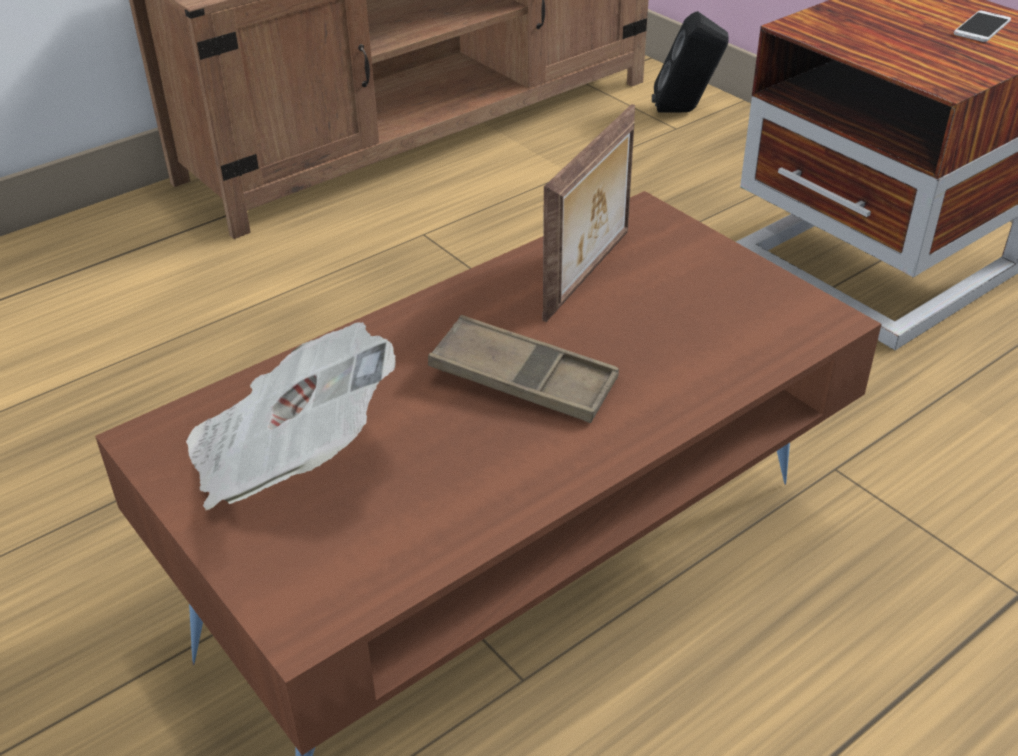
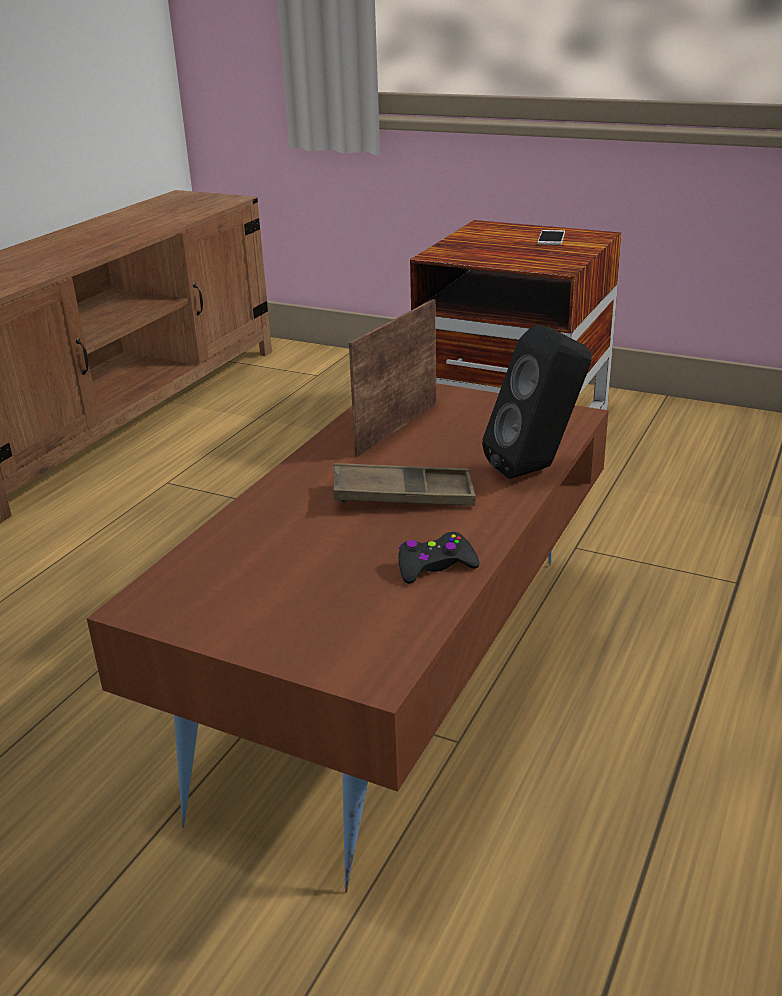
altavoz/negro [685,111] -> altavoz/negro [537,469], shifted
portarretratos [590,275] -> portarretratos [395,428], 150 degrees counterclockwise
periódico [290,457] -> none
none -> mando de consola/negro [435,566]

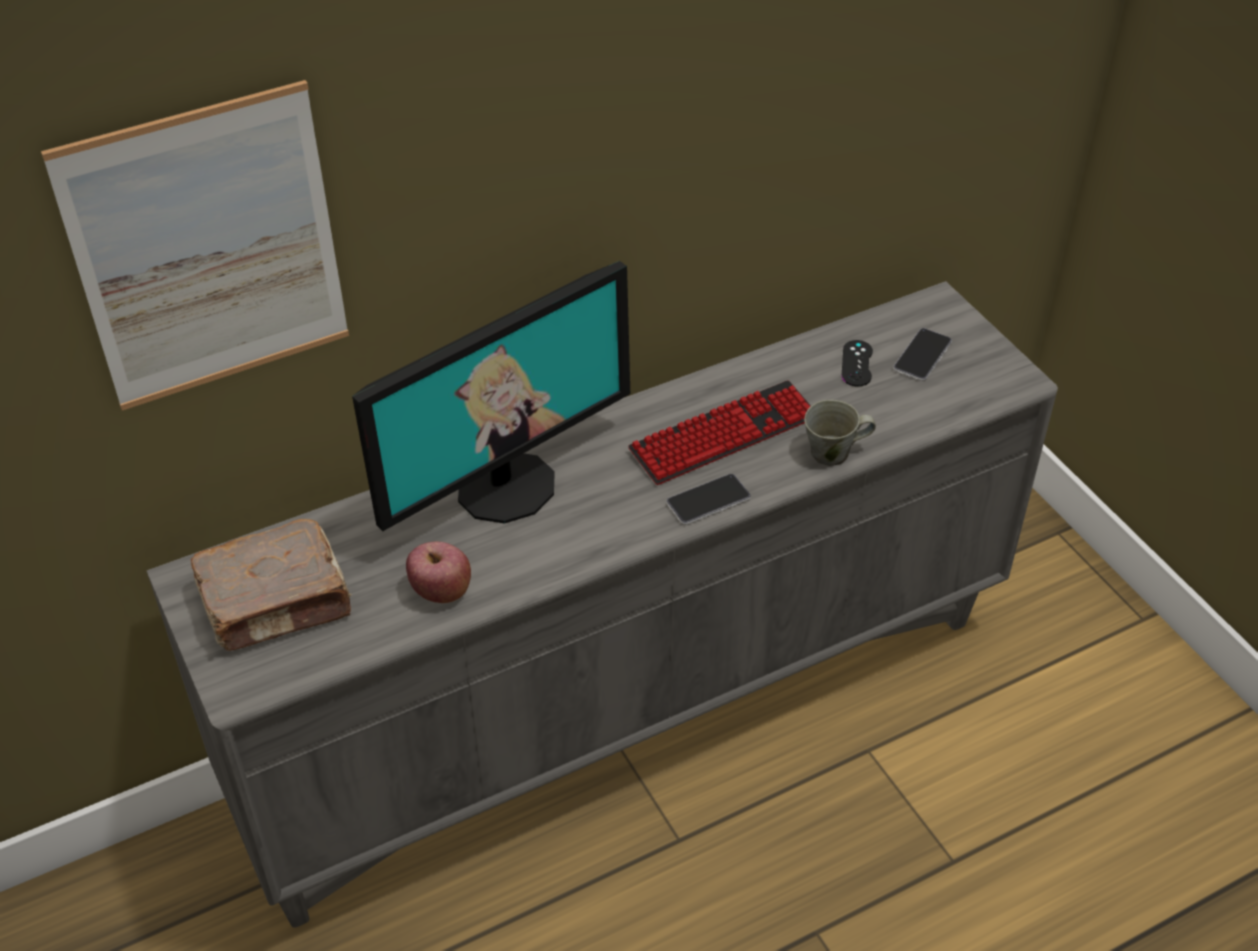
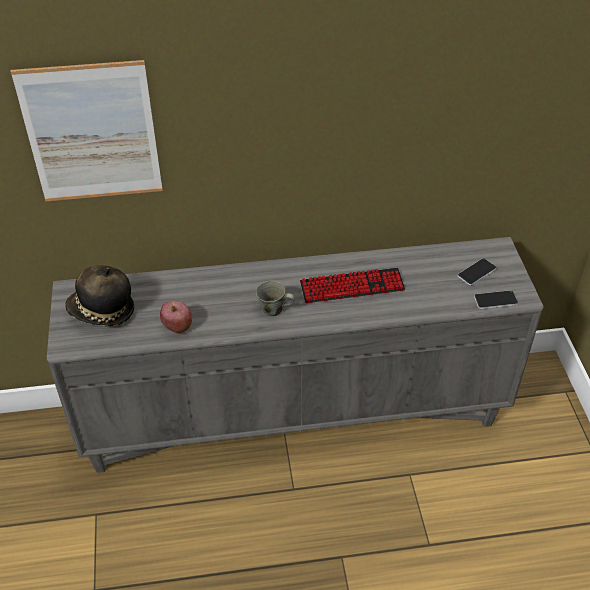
monitor [505,486] -> none
mando de consola/negro [857,363] -> none
taza grande/gris [832,453] -> taza grande/gris [273,309], shifted
móvil [708,501] -> móvil [495,300], shifted
libro/marrón [278,603] -> sombrero [102,311]

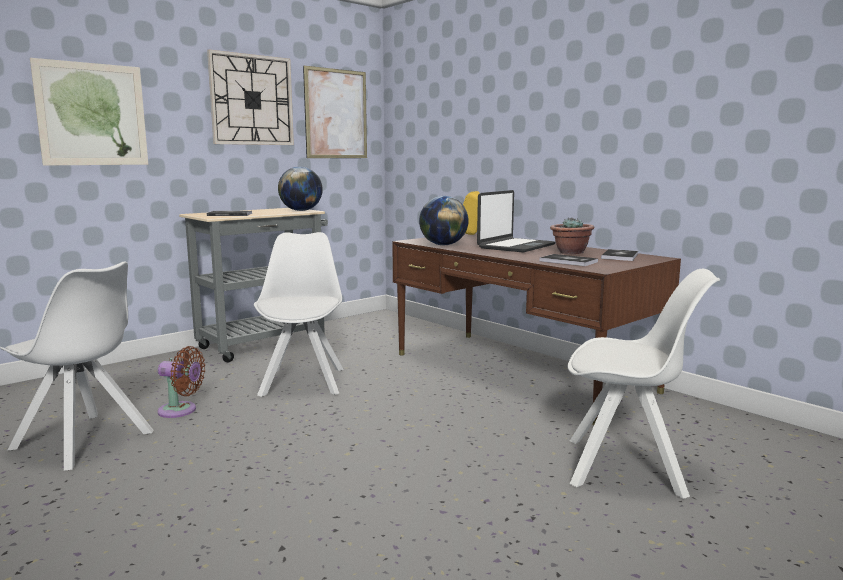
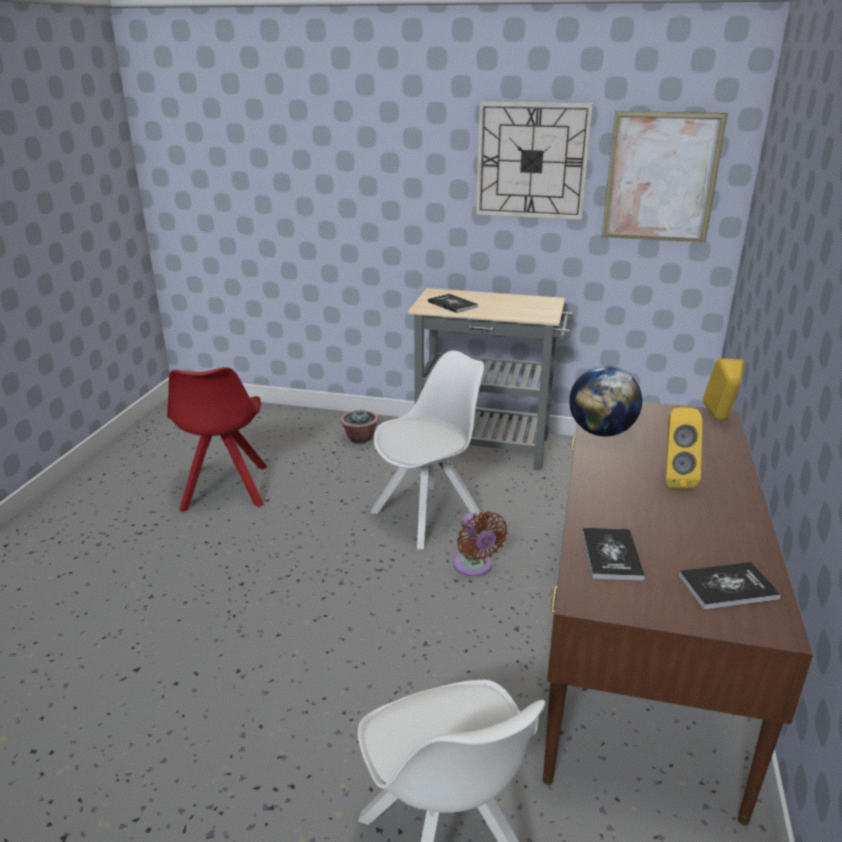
cuadro [92,114] -> none
globo terráqueo [301,210] -> none
portátil [515,246] -> altavoz/amarillo [673,479]
planta en maceta [570,252] -> planta en maceta [360,439], shifted
silla/blanco [84,441] -> silla/rojo [224,489]
ventilador/marrón [181,411] -> ventilador/marrón [474,567], shifted

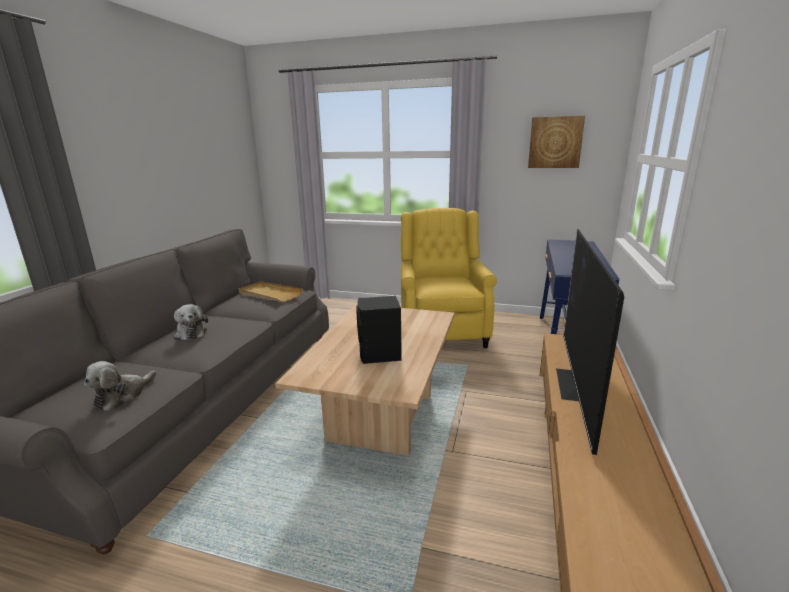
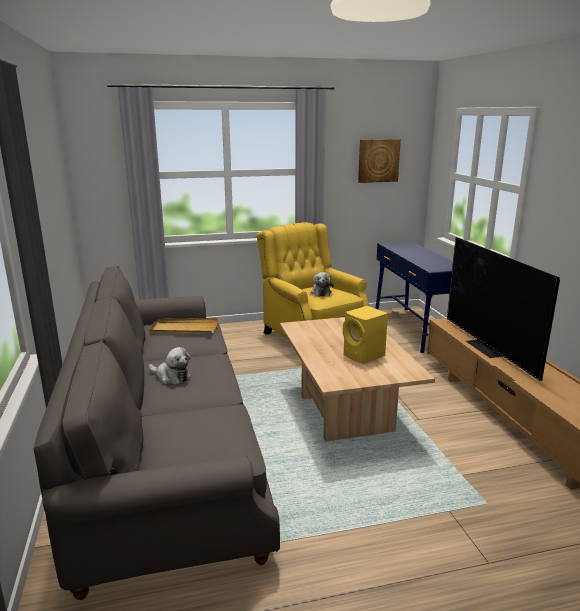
altavoz/negro [380,355] -> altavoz/amarillo [364,356]
peluche [122,396] -> peluche [321,292], shifted

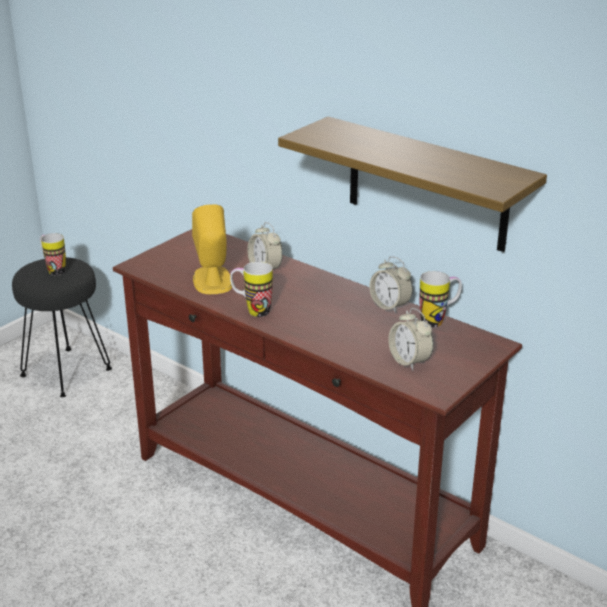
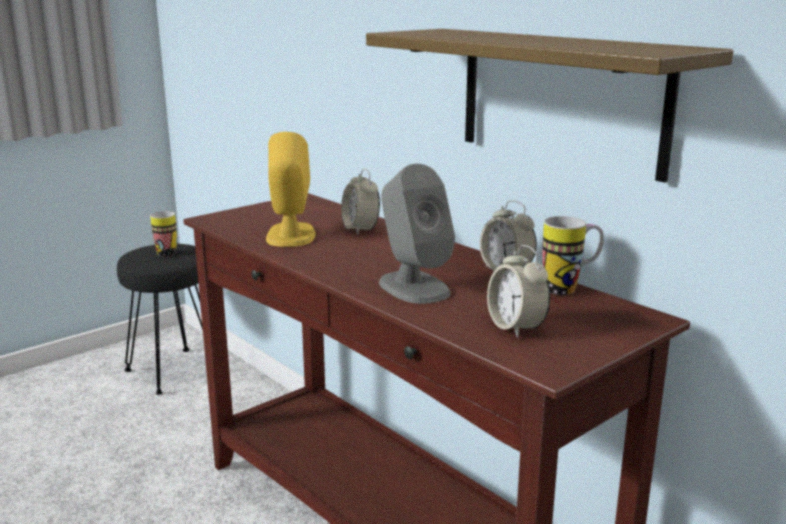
taza grande [252,311] -> none
none -> altavoz/gris [413,287]

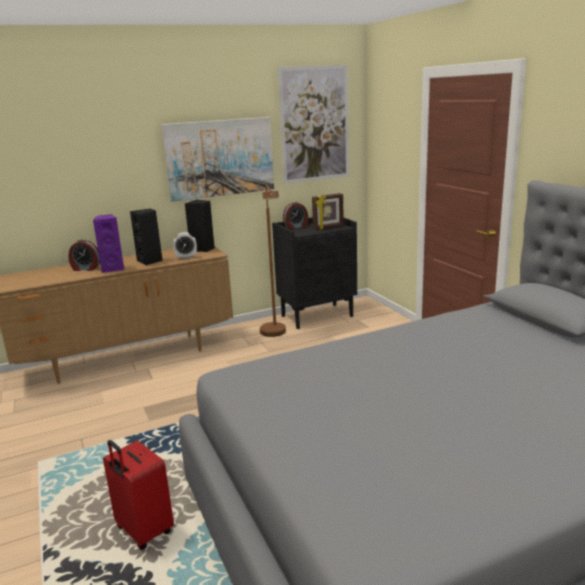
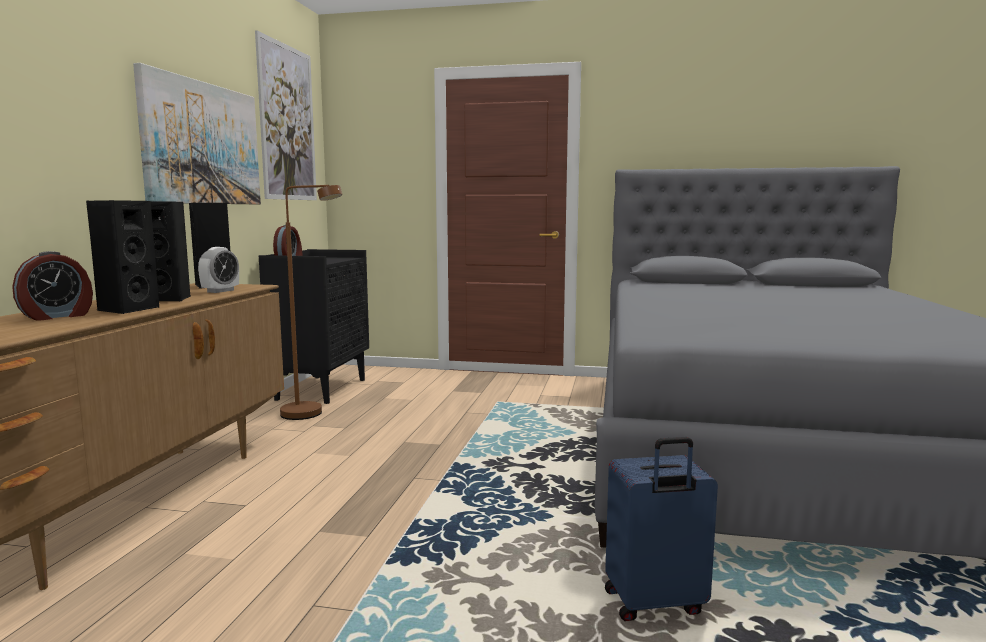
portarretratos [328,227] -> none
altavoz/morado [113,268] -> altavoz/negro [126,309]
maleta/rojo [143,531] -> maleta/azul [654,604]

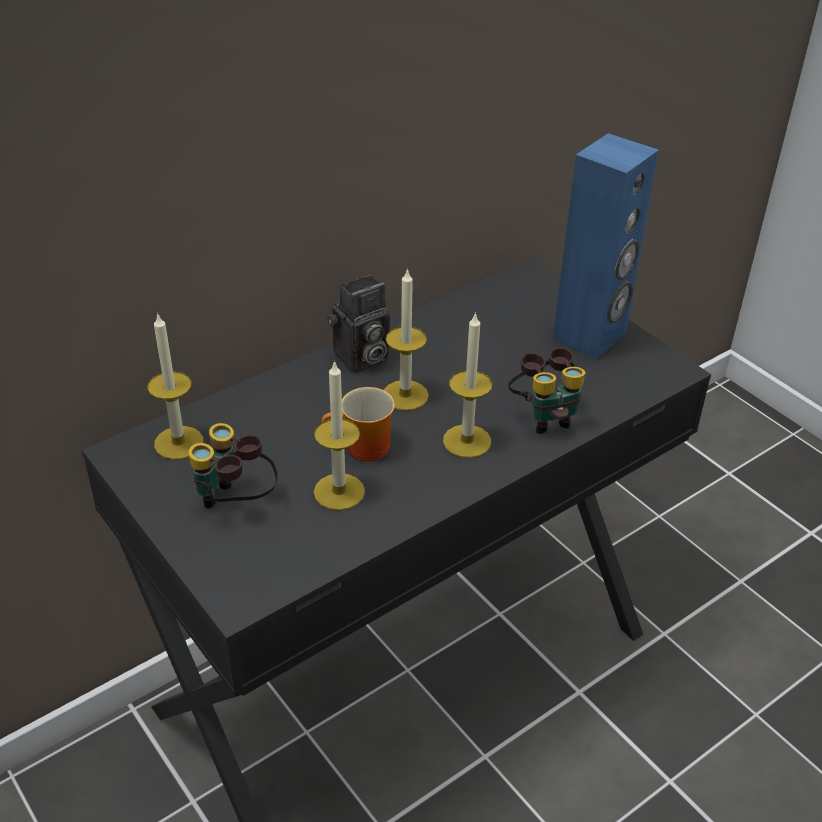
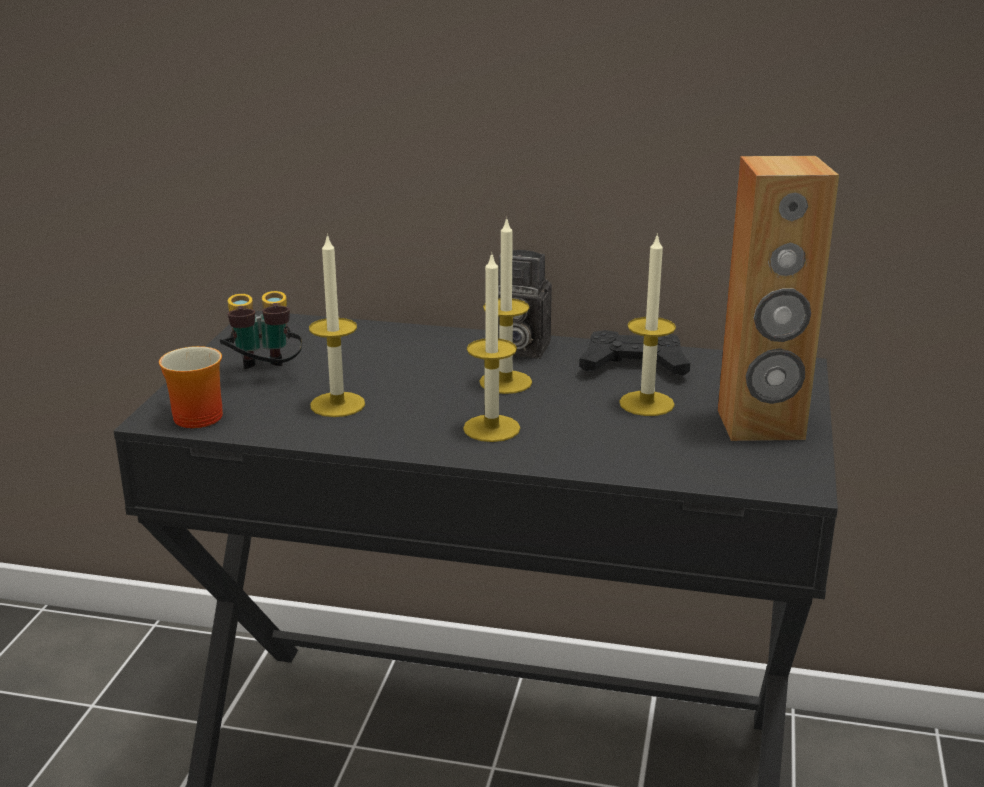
altavoz/azul [590,336] -> altavoz/marrón [760,425]
vela [179,443] -> vela [646,403], shifted
prismáticos [544,416] -> none
taza grande [363,450] -> taza grande [190,417], shifted
none -> mando de consola/negro [633,365]

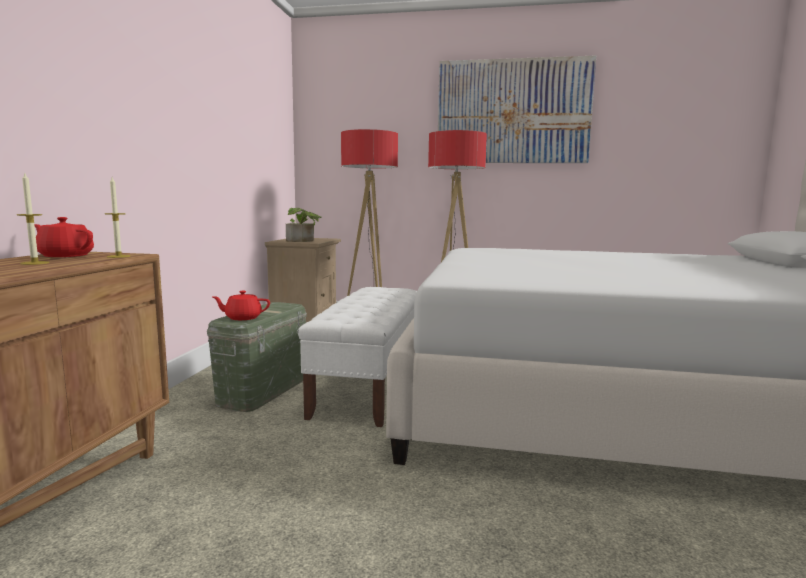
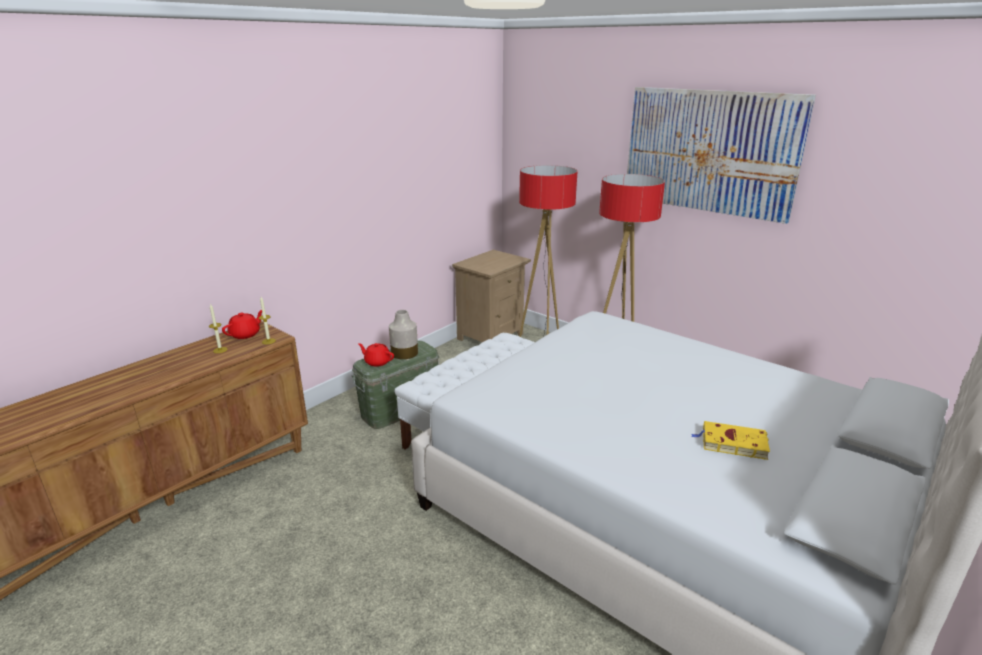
planta en maceta [303,241] -> none
tetera/rojo [65,256] -> tetera/rojo [245,334], 75 degrees clockwise
none -> florero/beis [404,352]
none -> libro/amarillo [731,443]

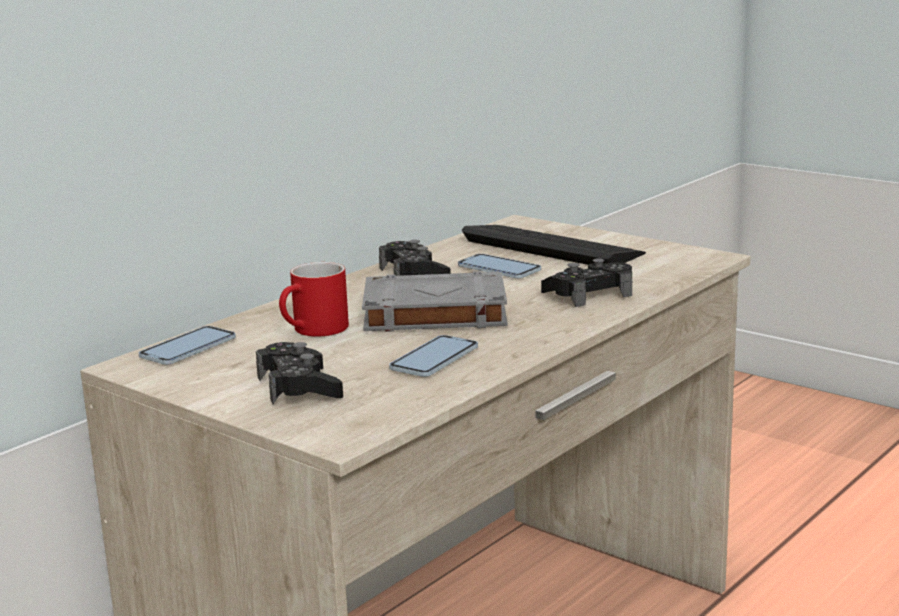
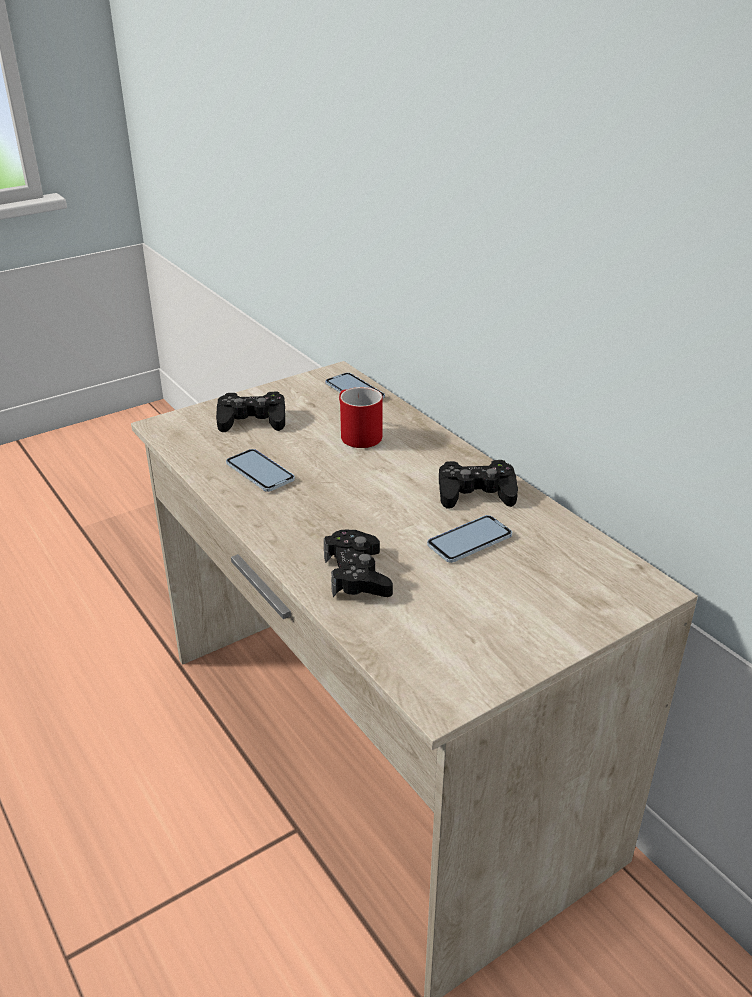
teclado [552,247] -> none
libro/gris [433,313] -> none

